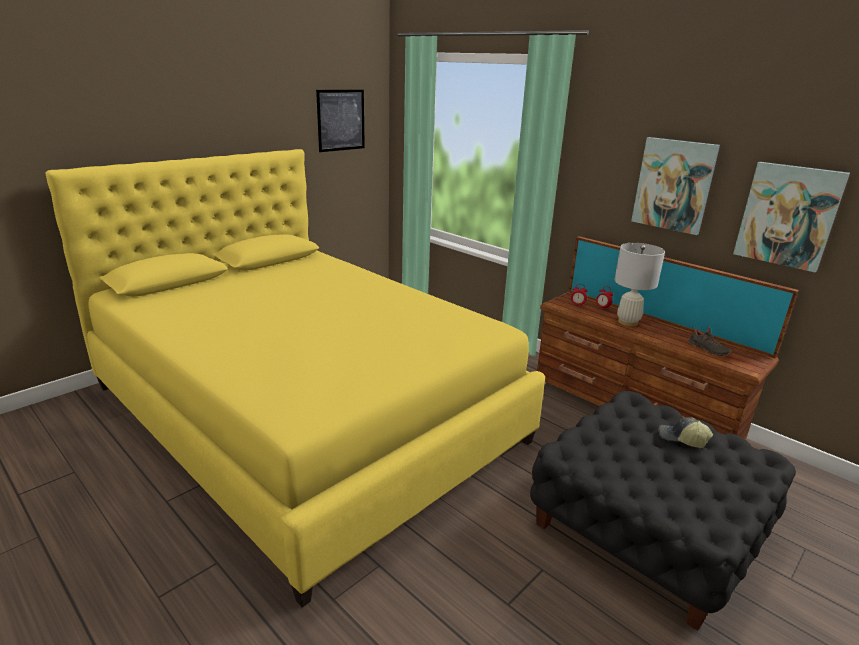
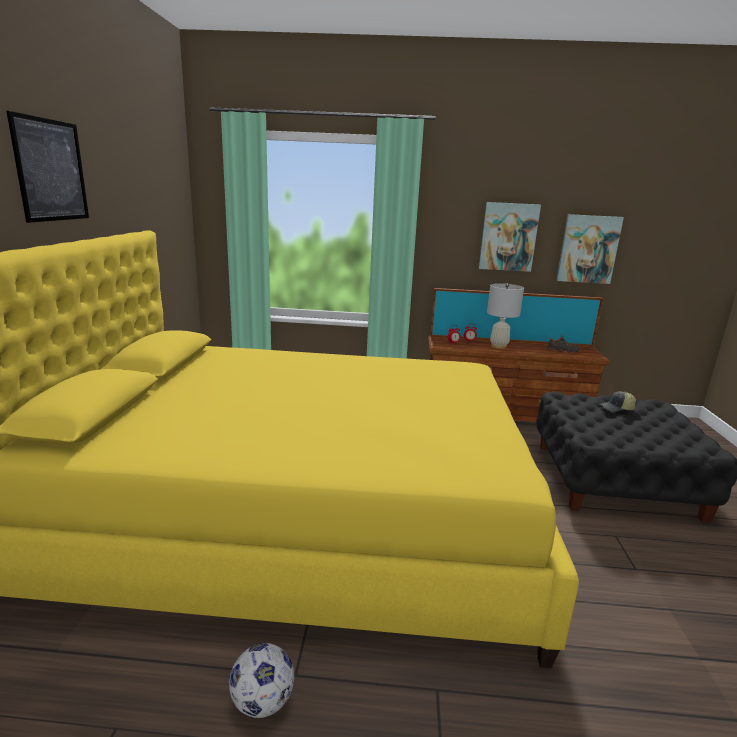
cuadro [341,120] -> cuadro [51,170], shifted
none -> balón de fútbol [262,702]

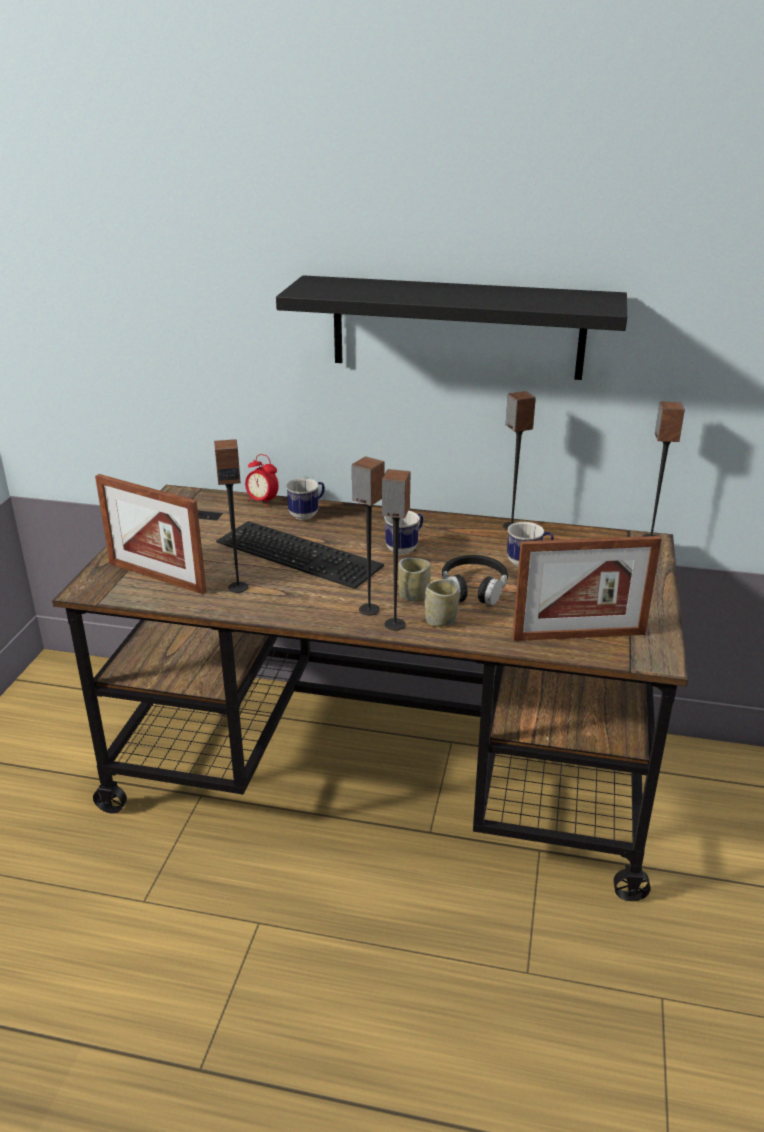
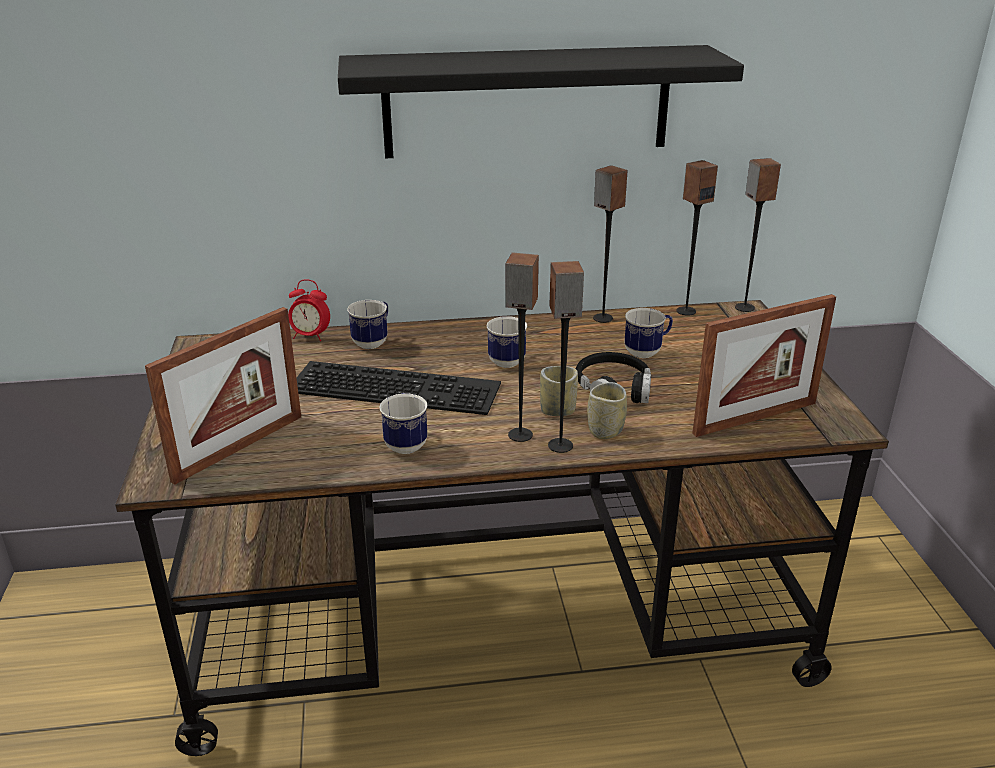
altavoz [238,587] -> altavoz [685,311], shifted
portarretratos [156,577] -> portarretratos [239,448], 60 degrees counterclockwise
none -> taza grande [405,442]

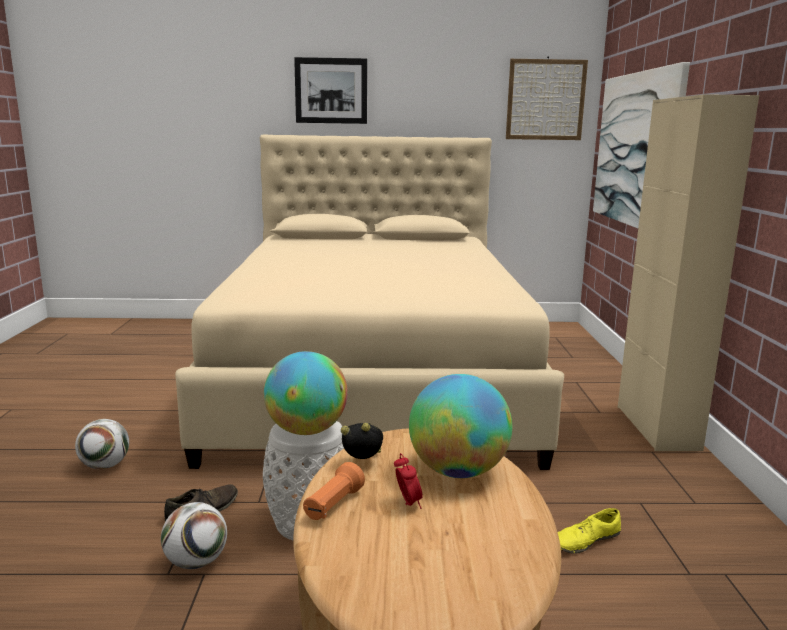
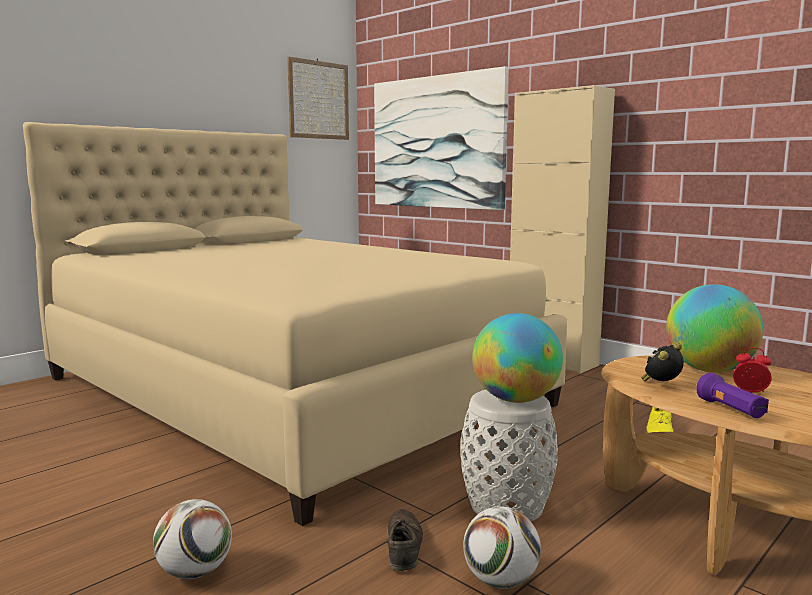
cuadro [331,91] -> none
linterna/naranja [333,505] -> linterna/morado [731,410]

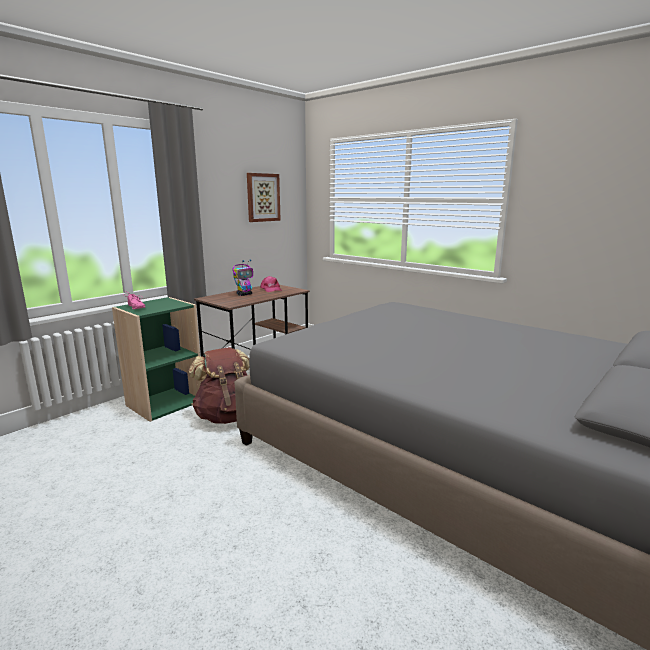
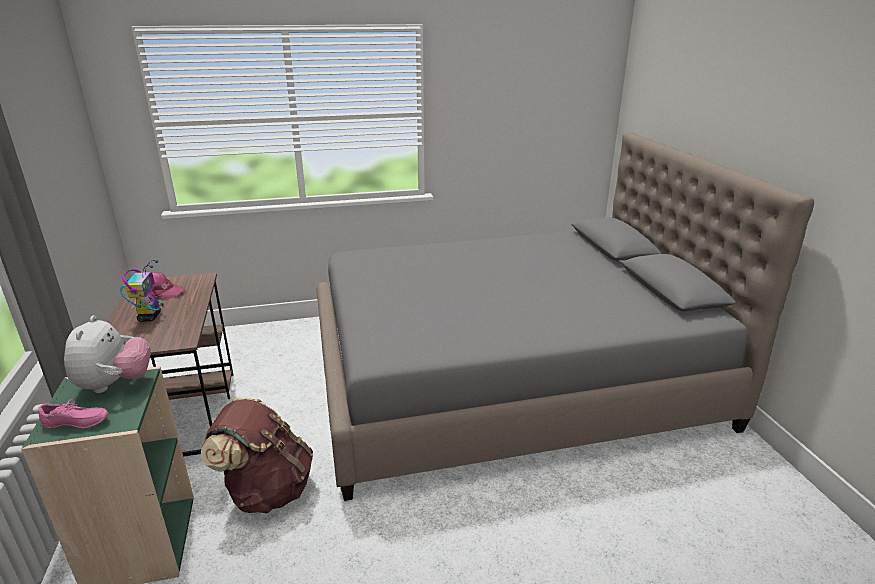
cuadro [263,197] -> none
none -> peluche [115,384]

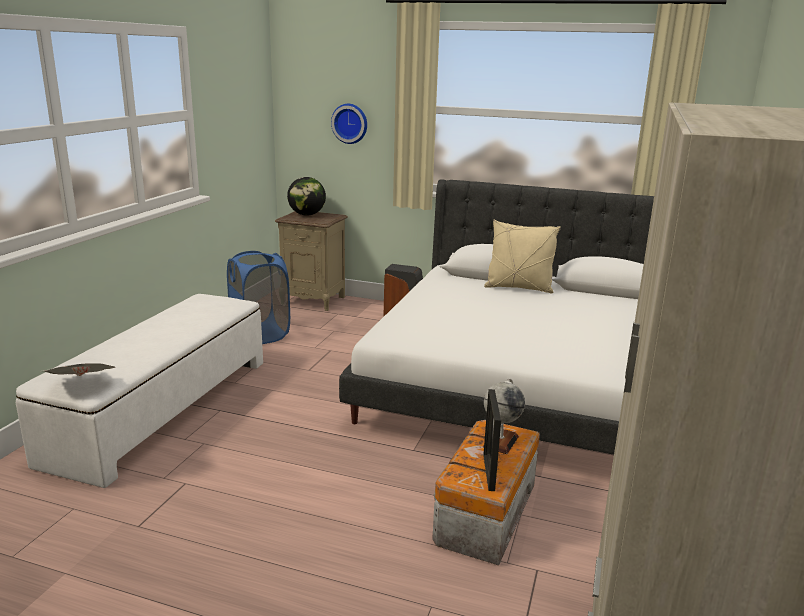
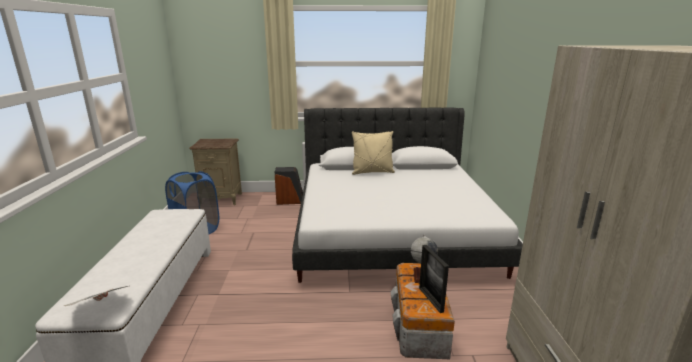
reloj de pared [350,123] -> none
globo terráqueo [307,215] -> none

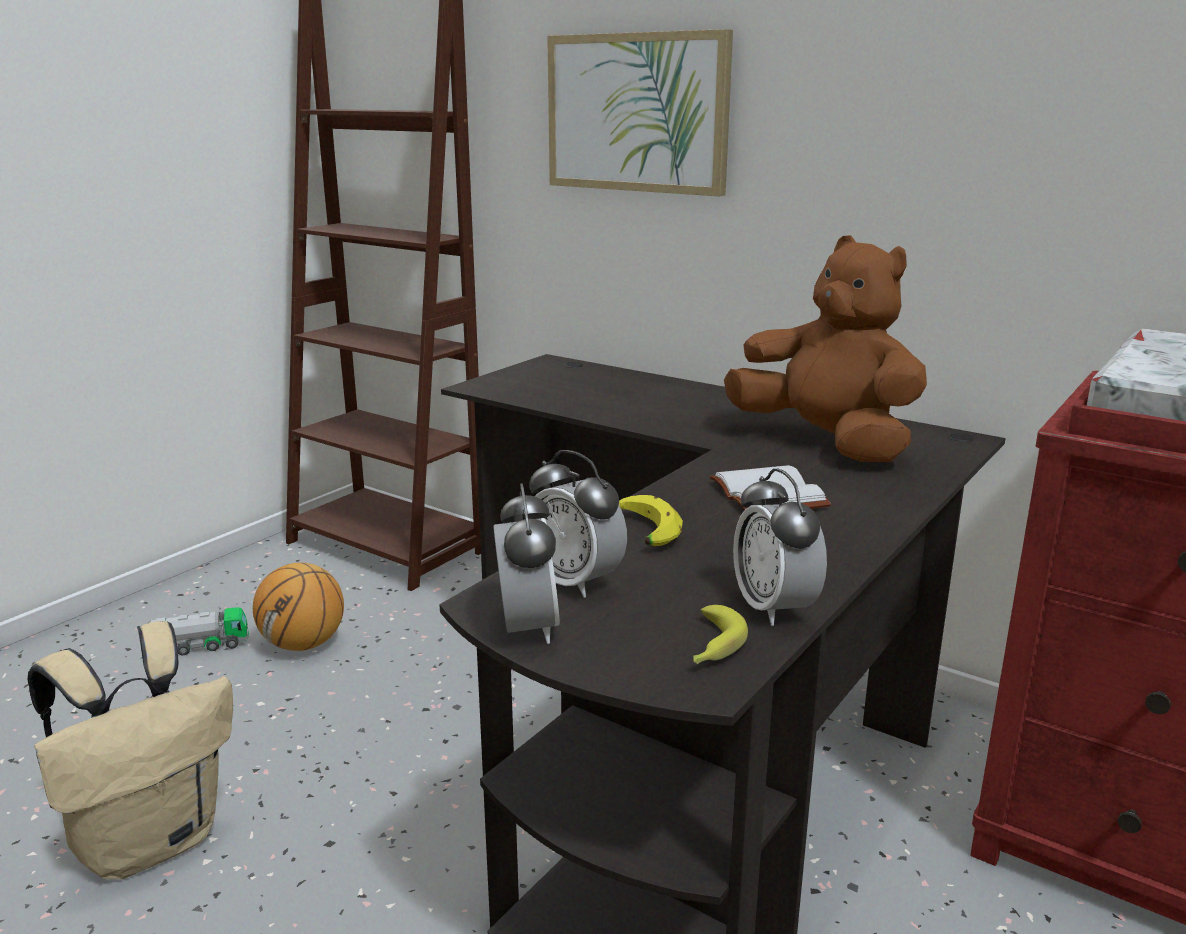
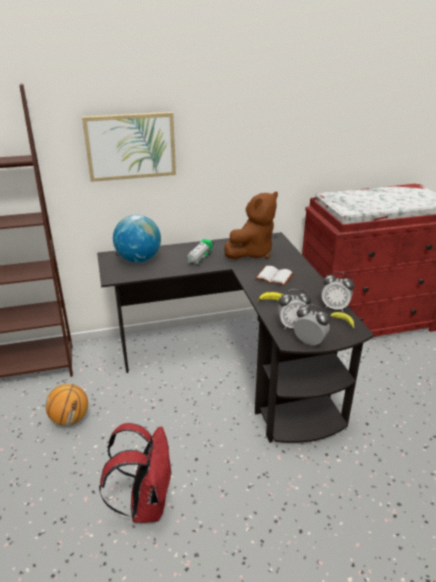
peluche/marrón [825,442] -> peluche/marrón [251,253], 135 degrees clockwise
camión de juguete [201,646] -> camión de juguete [200,259], shifted
mochila/beis [152,840] -> mochila/rojo [146,503]
none -> globo terráqueo [138,260]

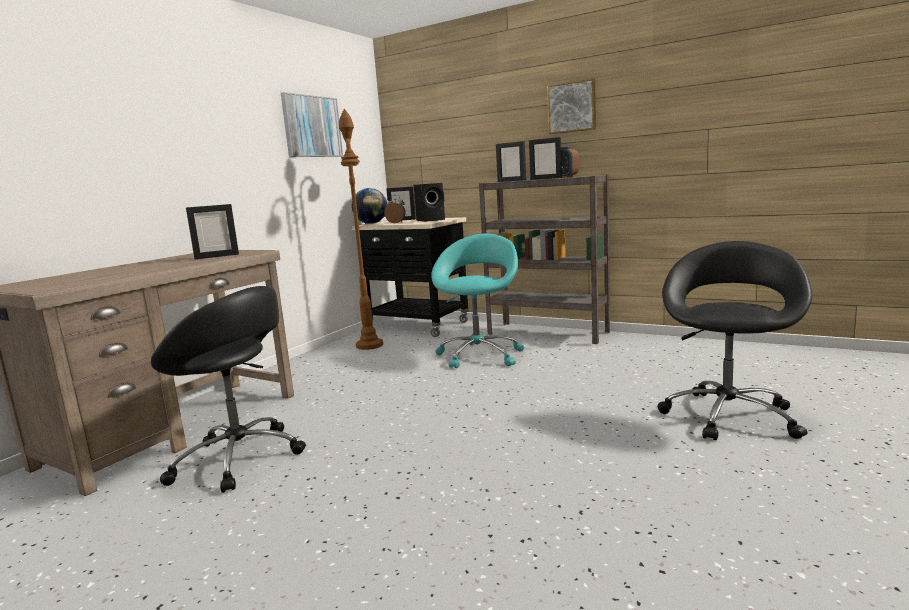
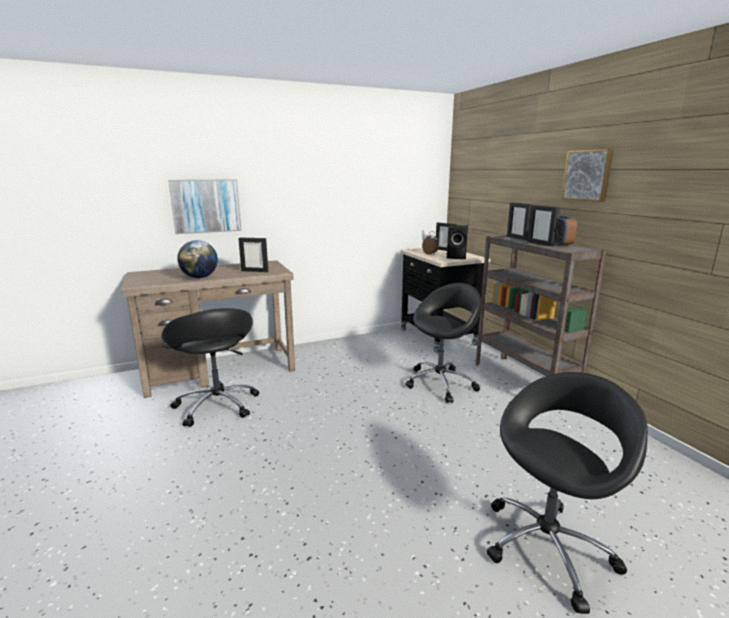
cuadro [312,126] -> cuadro [206,206], shifted
lámpara de pie/marrón [369,345] -> none
globo terráqueo [371,223] -> globo terráqueo [200,277], shifted
silla de oficina/turquesa [480,355] -> silla de oficina/negro [441,383]

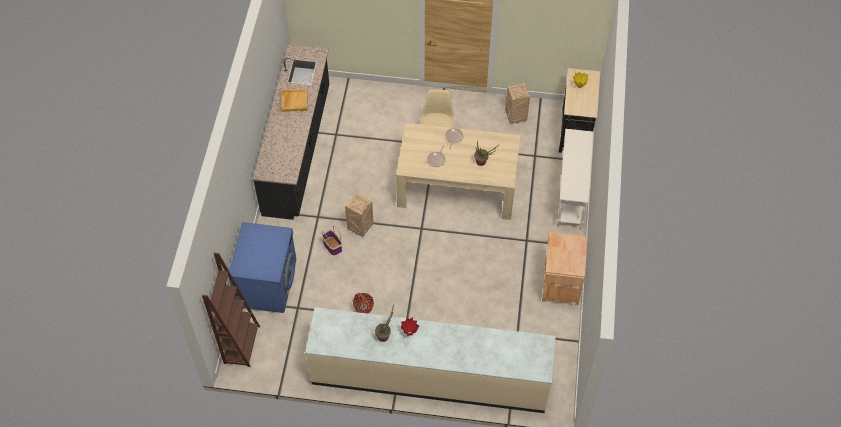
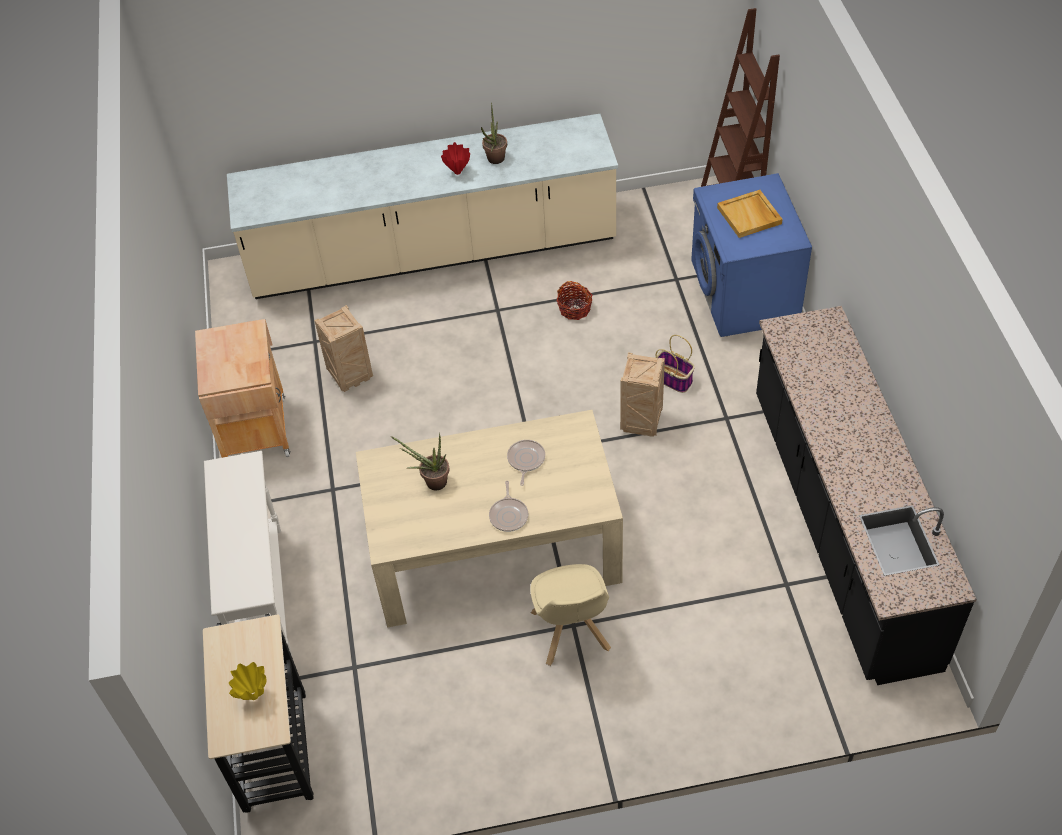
caja de embalaje [515,117] -> caja de embalaje [351,375], shifted
bandeja/beis [294,101] -> bandeja/beis [750,216], shifted

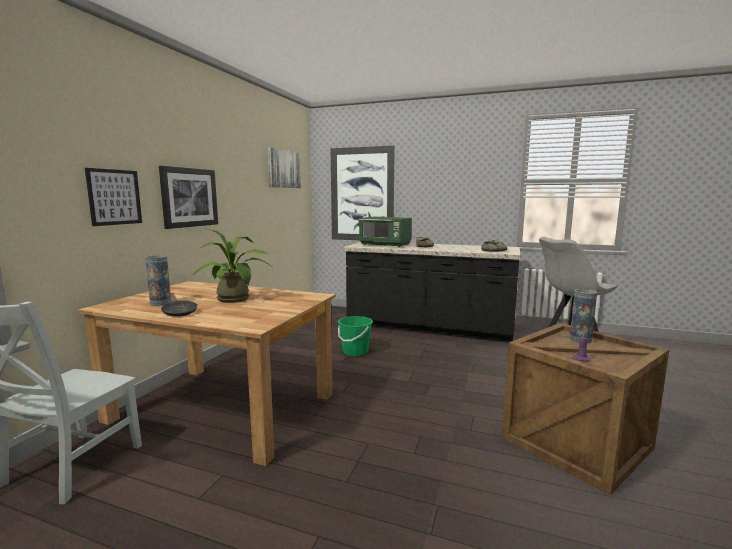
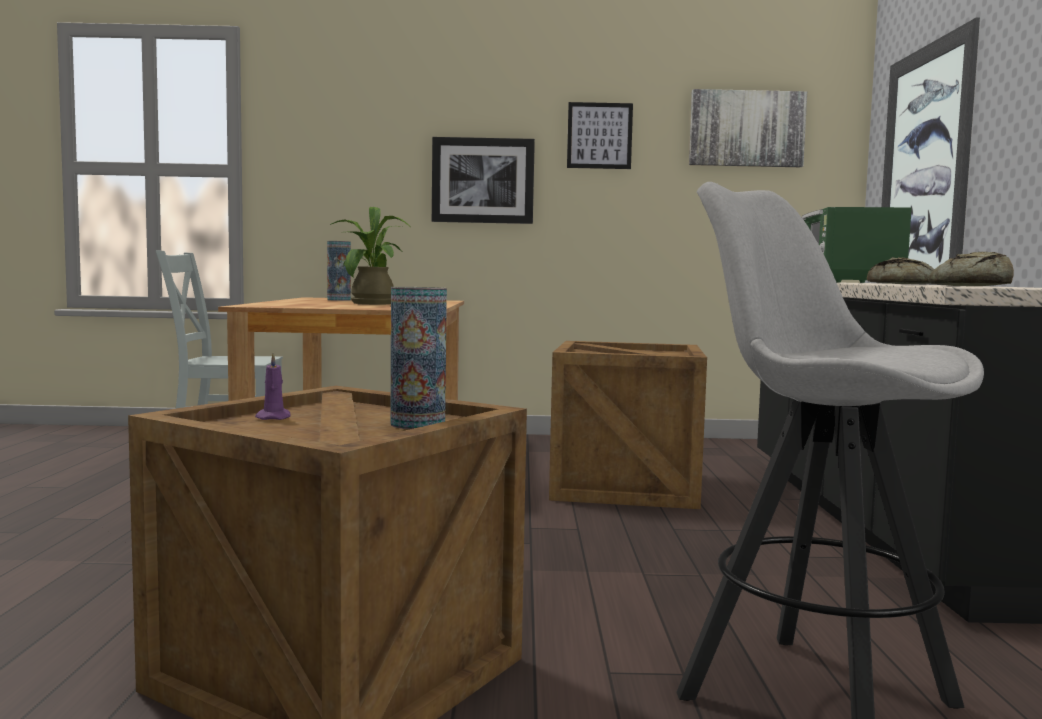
cuadro [114,197] -> cuadro [599,136], shifted
sartén/negro [179,312] -> none
cubo/verde [355,352] -> caja de embalaje [627,486]

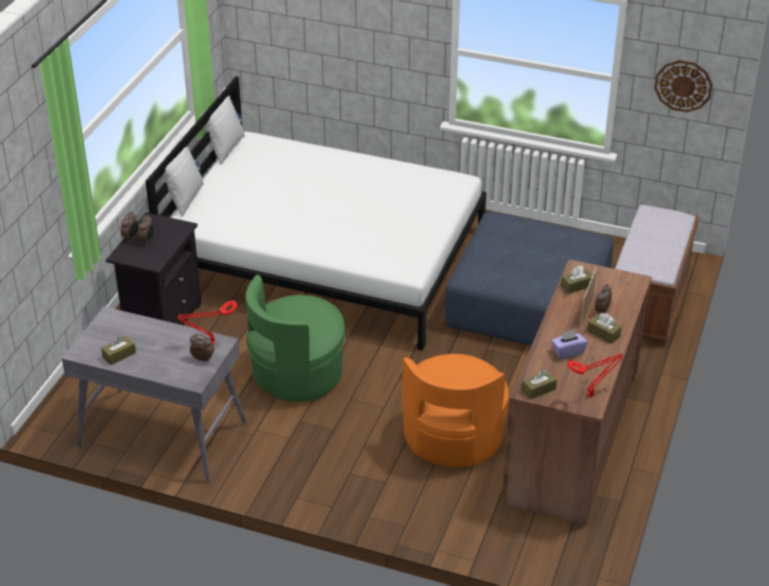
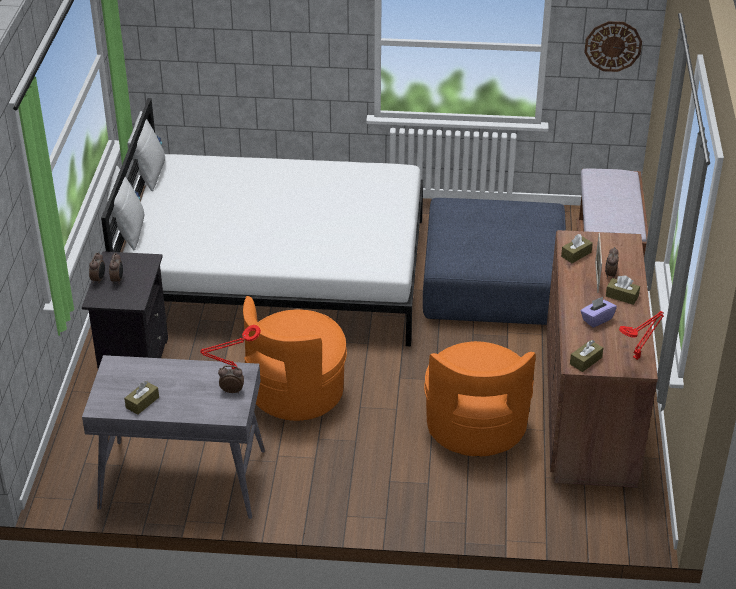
sillón/verde [297,373] -> sillón/naranja [296,391]

